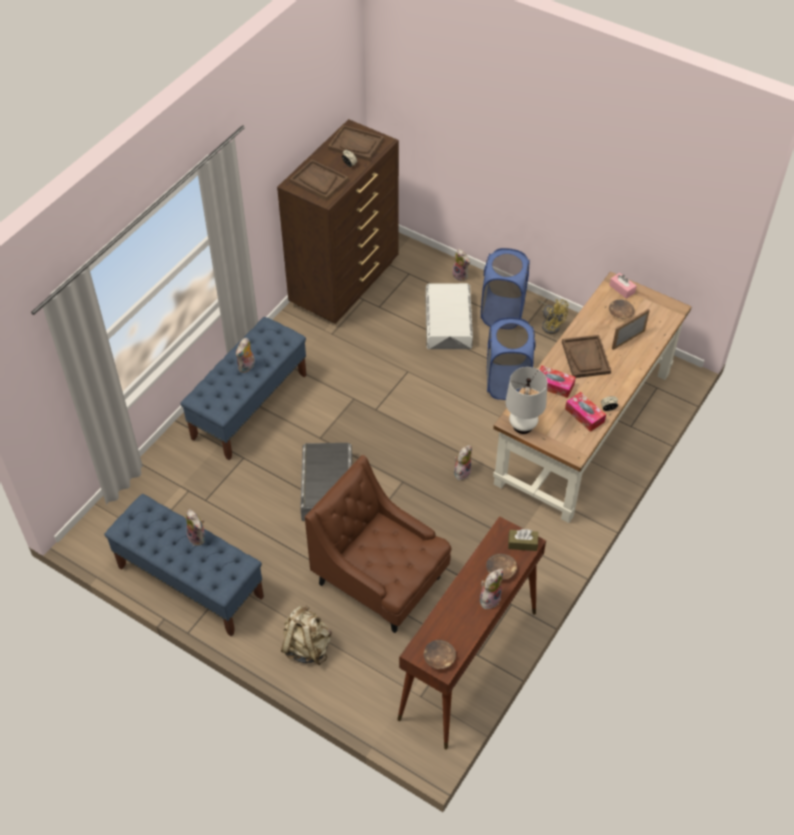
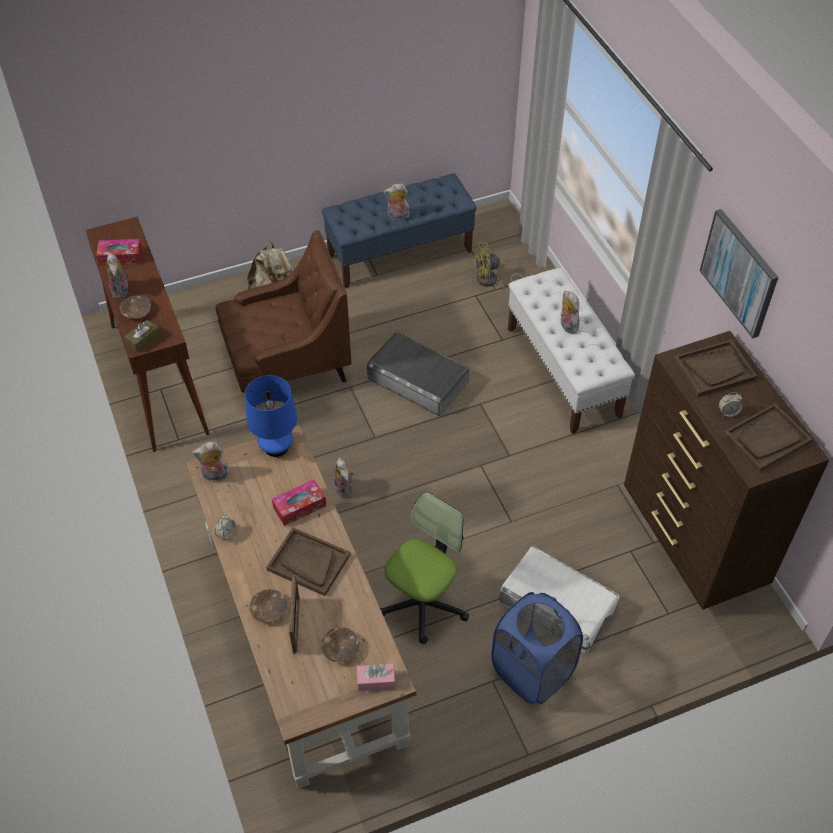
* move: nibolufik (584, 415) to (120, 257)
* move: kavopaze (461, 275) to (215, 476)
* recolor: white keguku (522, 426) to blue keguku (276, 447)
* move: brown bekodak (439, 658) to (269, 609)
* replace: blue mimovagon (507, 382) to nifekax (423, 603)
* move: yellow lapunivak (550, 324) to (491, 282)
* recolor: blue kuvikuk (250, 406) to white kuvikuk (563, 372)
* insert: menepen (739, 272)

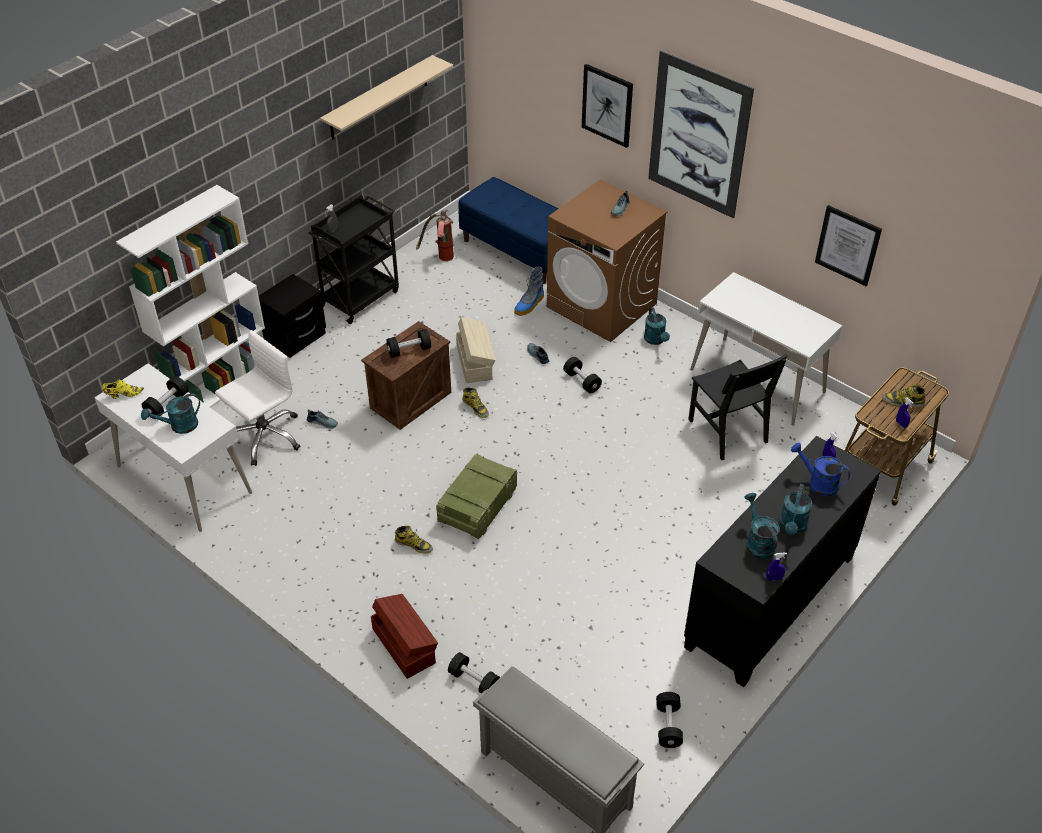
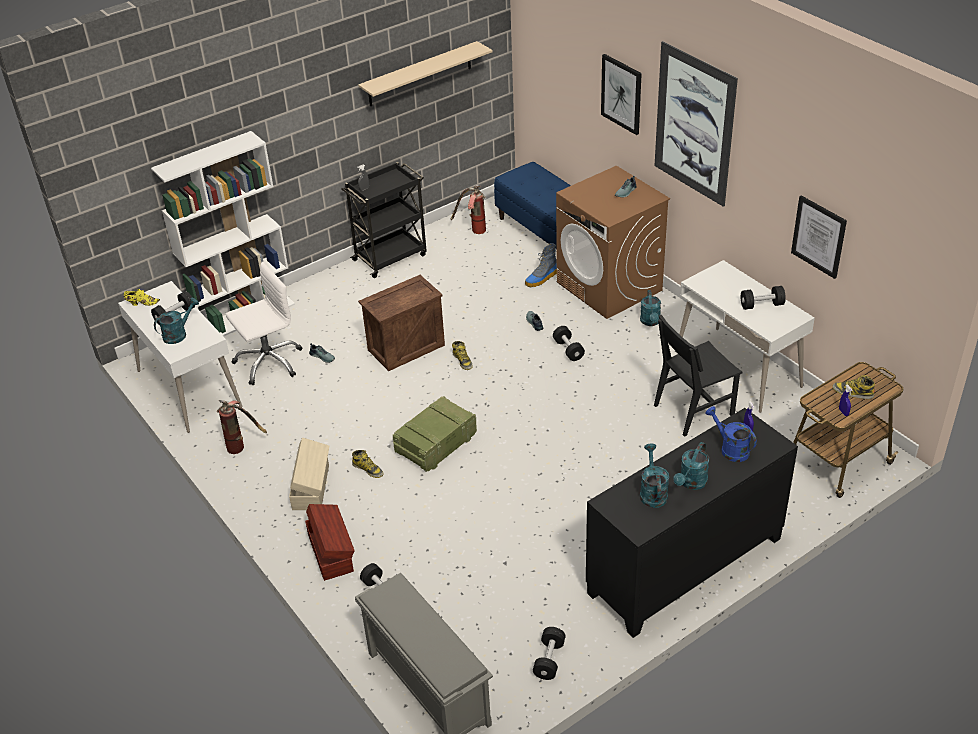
* rotate: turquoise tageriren (179, 426) = (178, 334) 150 degrees clockwise
* insert: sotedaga (242, 445)
* move: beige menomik (475, 361) to (312, 487)
* rotate: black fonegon (727, 431) = (693, 410) 75 degrees clockwise
* move: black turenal (409, 350) to (761, 305)
* delete: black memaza (296, 338)
* delete: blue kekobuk (774, 578)

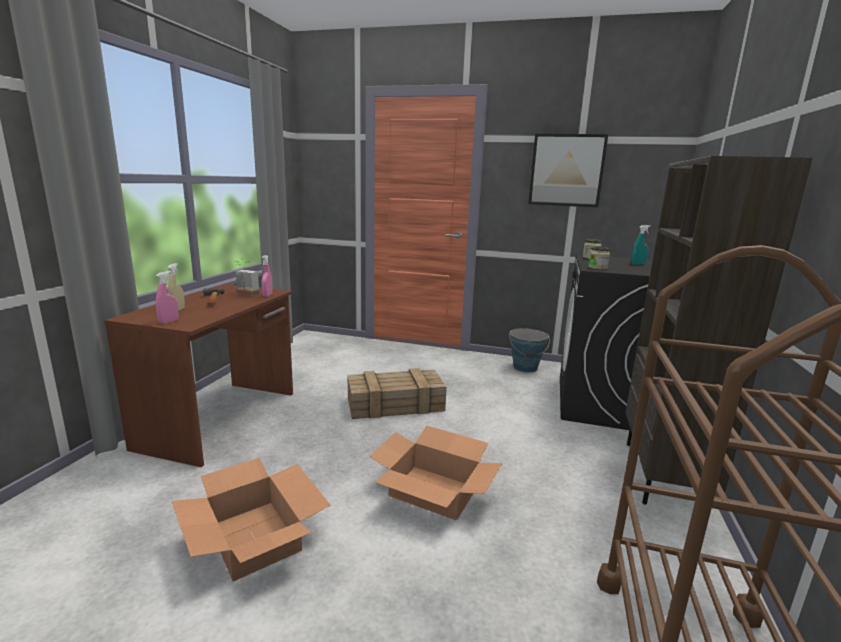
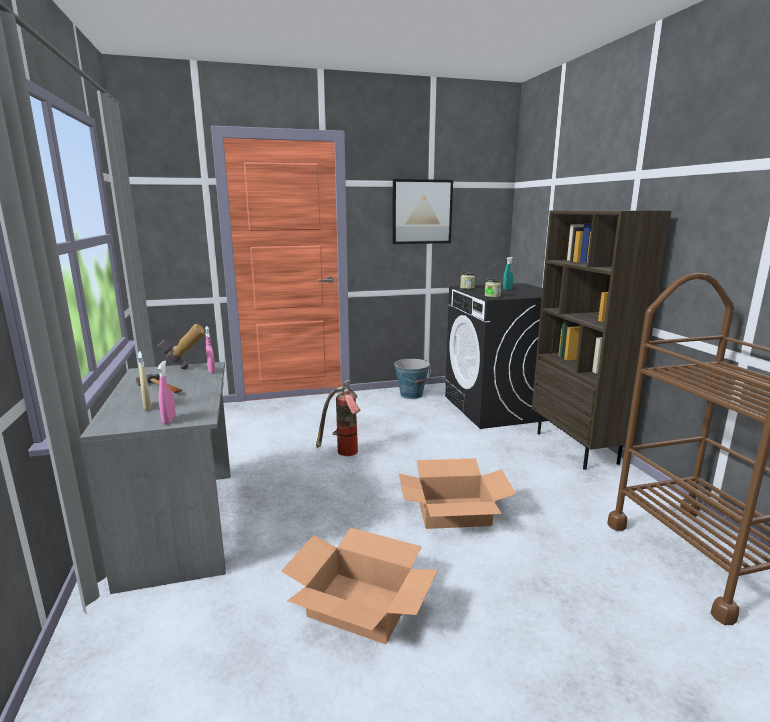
* recolor: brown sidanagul (222, 419) to grey sidanagul (183, 523)
* replace: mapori (245, 294) to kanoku (184, 375)
* replace: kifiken (396, 404) to sotedaga (343, 455)

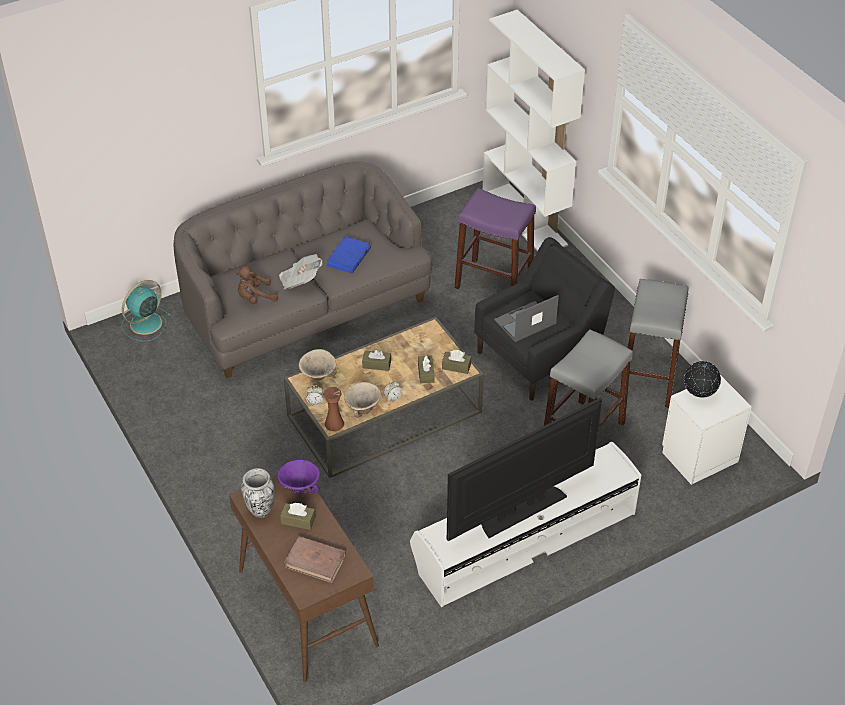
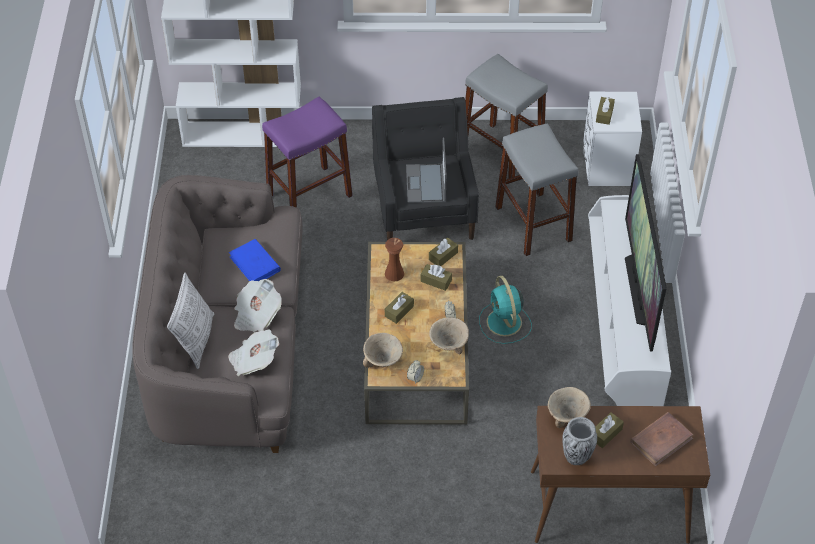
* insert: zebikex (196, 340)
* replace: brown kavopaze (255, 298) to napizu (253, 360)
* move: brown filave (334, 424) to (394, 273)
* move: turquoise lapunivak (144, 324) to (504, 323)
* recolor: purple bekodak (300, 487) to beige bekodak (566, 416)
* replace: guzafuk (699, 395) to brown nibolufik (604, 114)

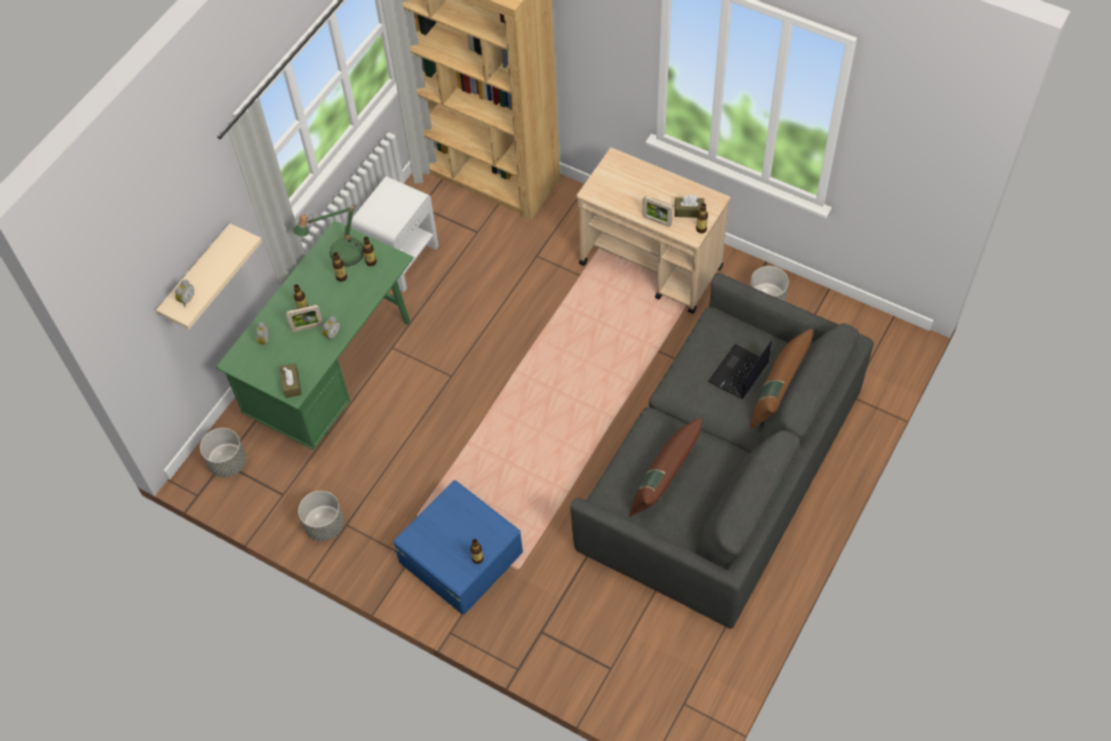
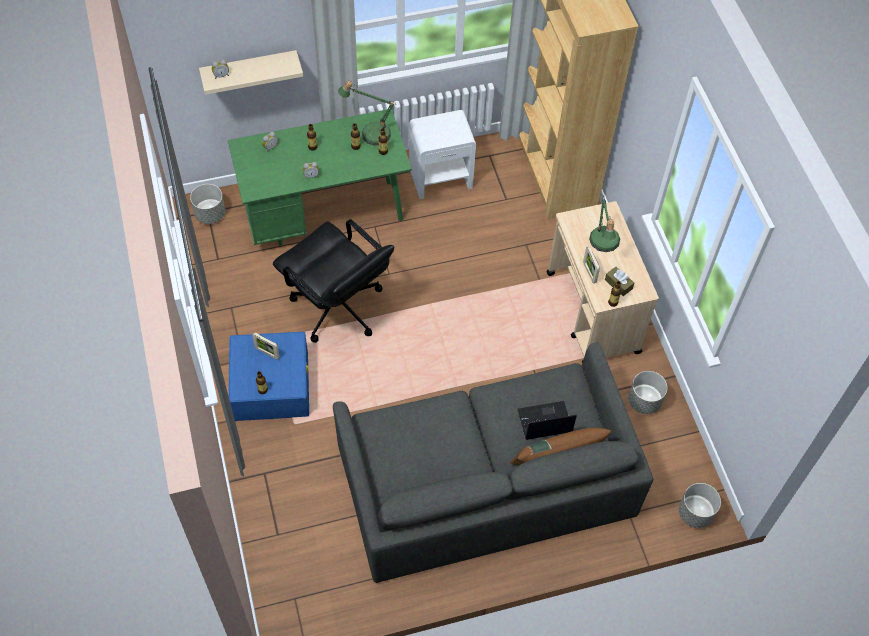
* move: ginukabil (307, 327) to (267, 353)
* insert: black nifekax (337, 308)
* insert: keguku (603, 244)
* move: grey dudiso (325, 526) to (695, 513)
* delete: brown nibolufik (291, 384)
* delete: brown zebikex (664, 480)

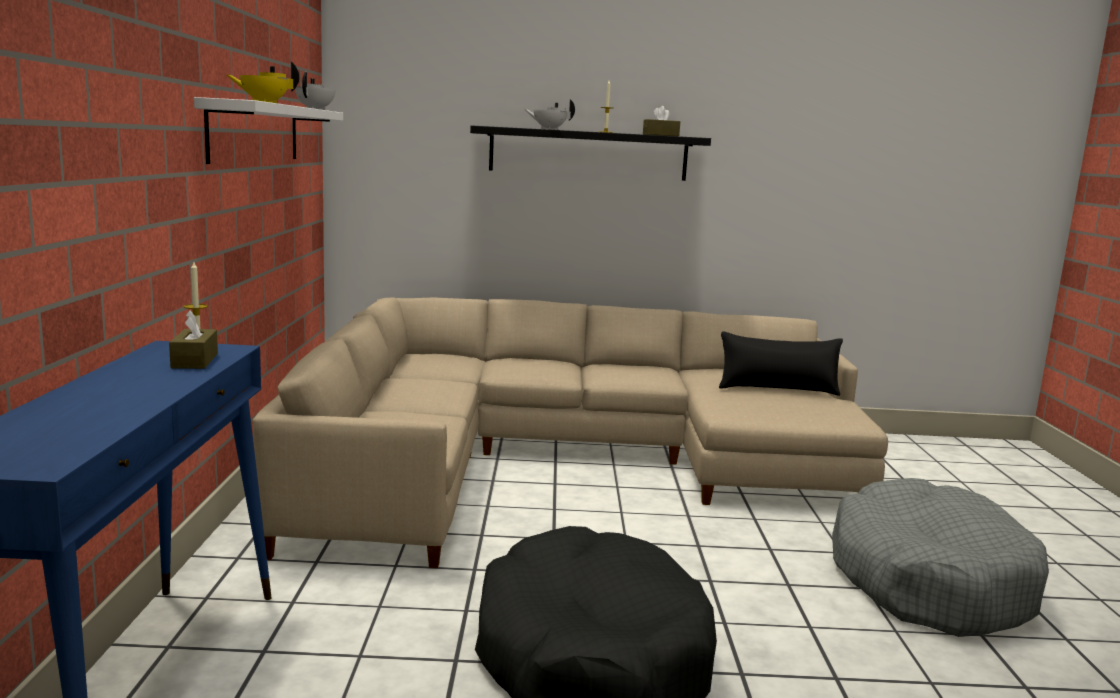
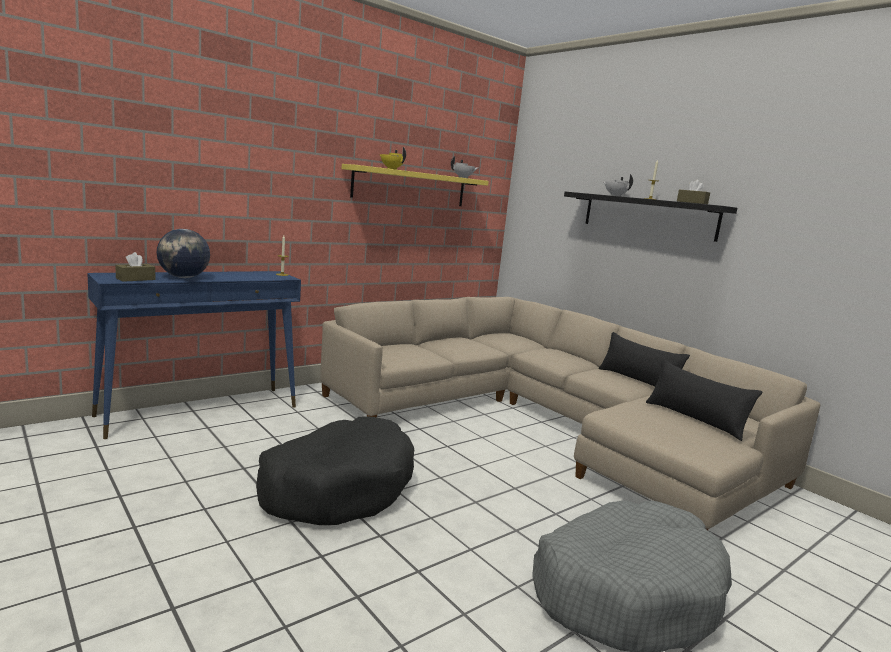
* move: brown nibolufik (195, 361) to (135, 279)
* insert: guzafuk (184, 277)
* recolor: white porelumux (255, 133) to yellow porelumux (410, 187)
* insert: black zebikex (637, 381)

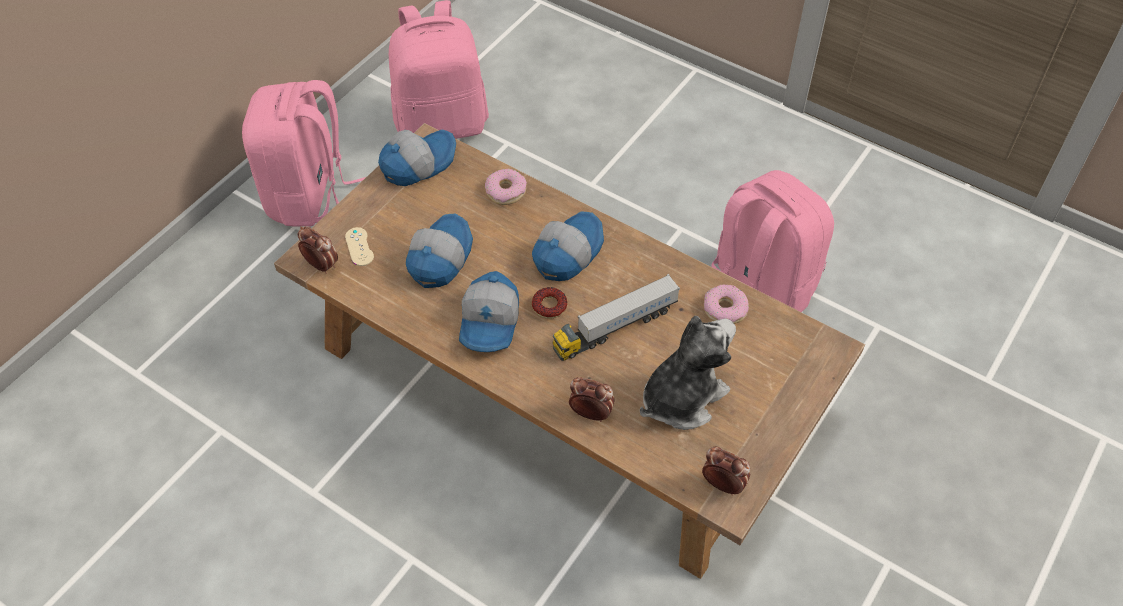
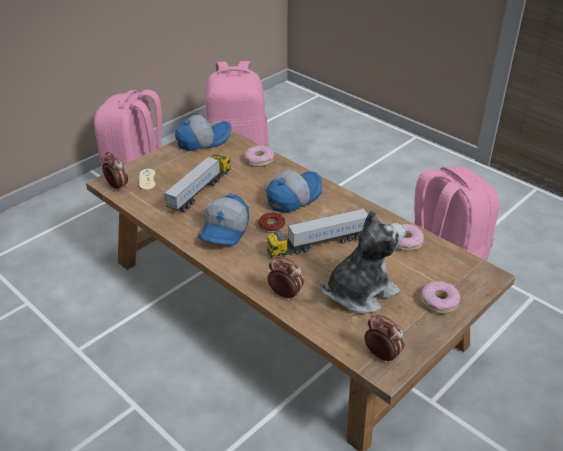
* replace: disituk (439, 258) to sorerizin (200, 191)
* insert: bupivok (439, 301)

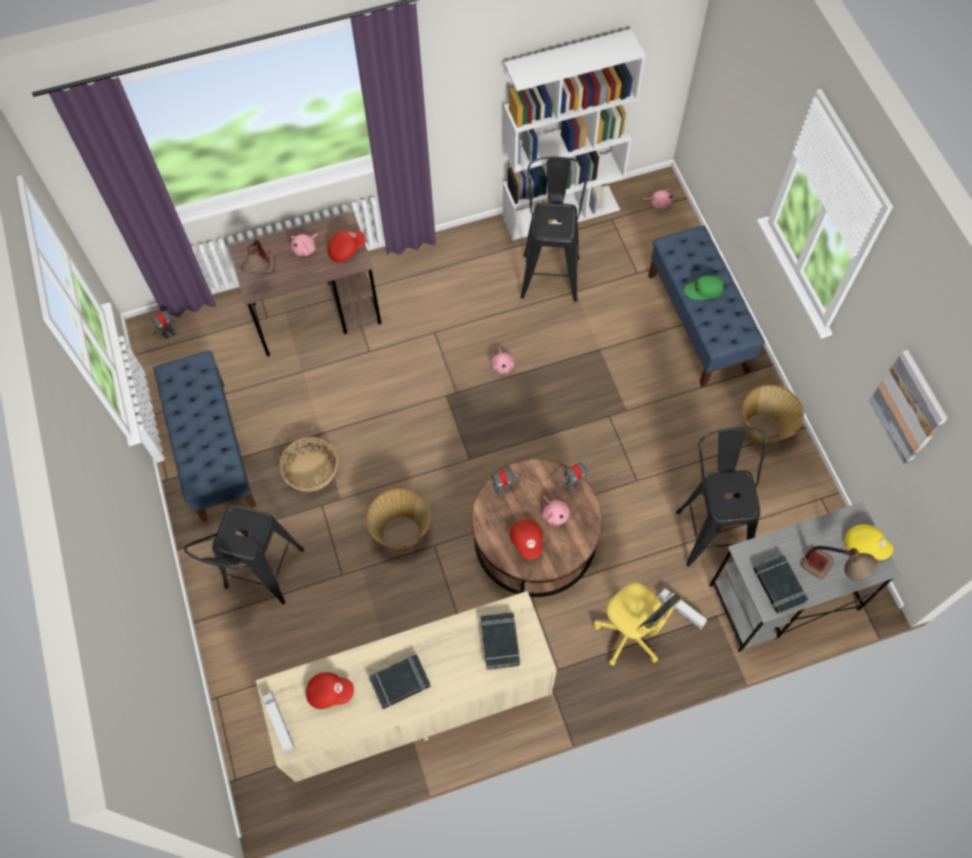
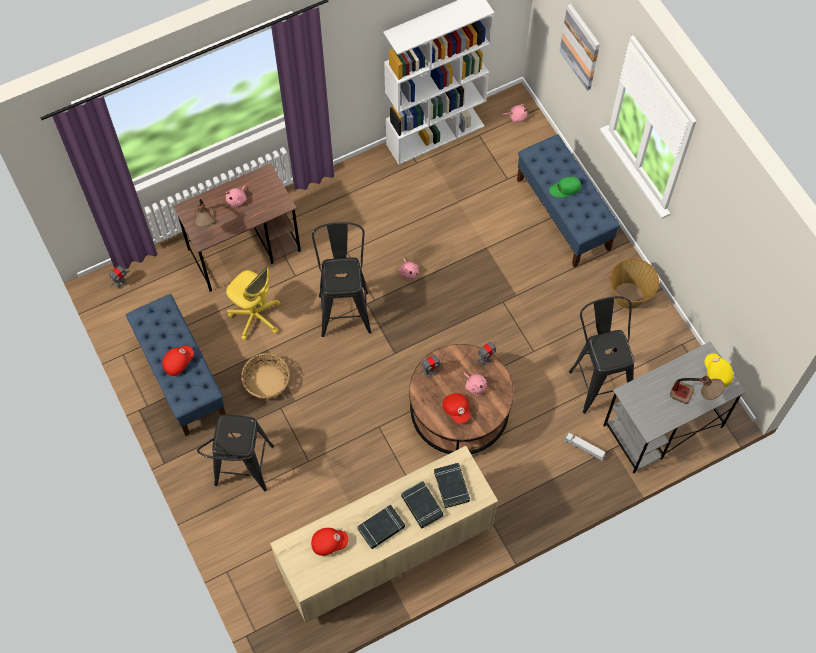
* move: red disituk (346, 249) to (178, 362)
* move: yellow nifekax (629, 634) to (256, 317)
* move: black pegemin (551, 271) to (345, 307)
* move: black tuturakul (778, 585) to (421, 506)
* move: menepen (908, 408) to (580, 47)
* rotate: yellow disituk (865, 545) = (716, 373) 135 degrees counterclockwise
* delete: sorerizin (279, 723)
* delete: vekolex (401, 533)

